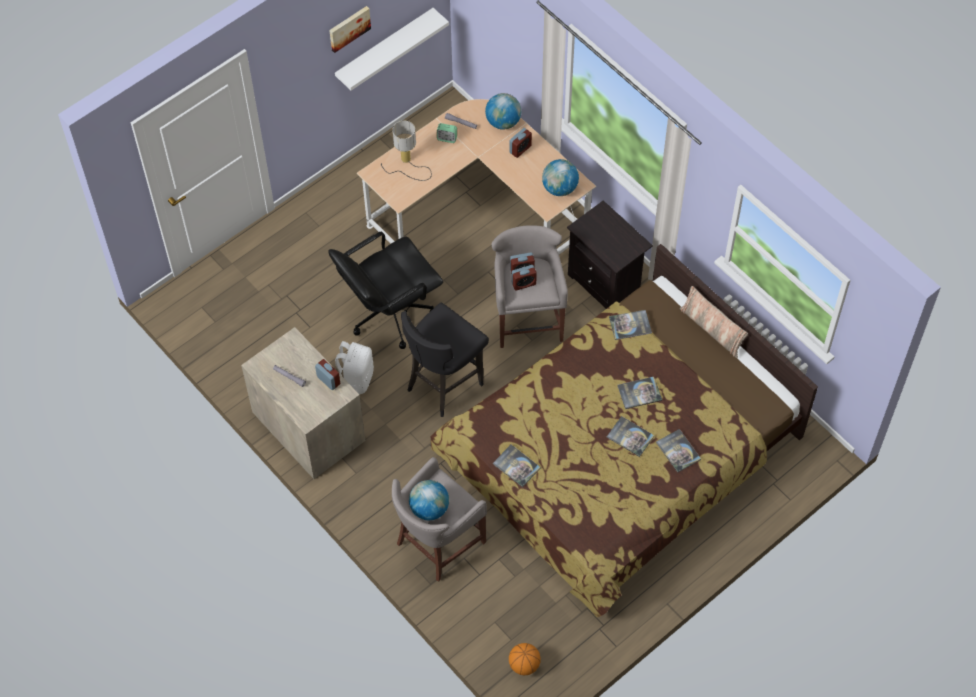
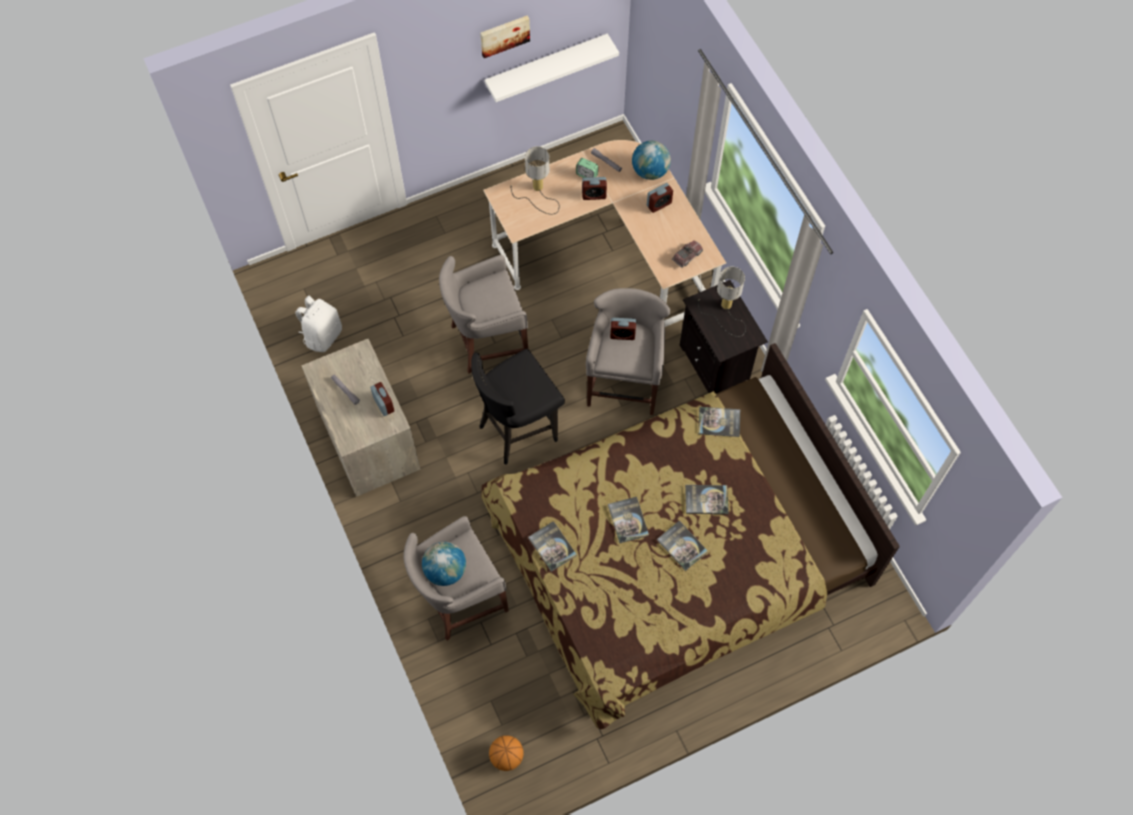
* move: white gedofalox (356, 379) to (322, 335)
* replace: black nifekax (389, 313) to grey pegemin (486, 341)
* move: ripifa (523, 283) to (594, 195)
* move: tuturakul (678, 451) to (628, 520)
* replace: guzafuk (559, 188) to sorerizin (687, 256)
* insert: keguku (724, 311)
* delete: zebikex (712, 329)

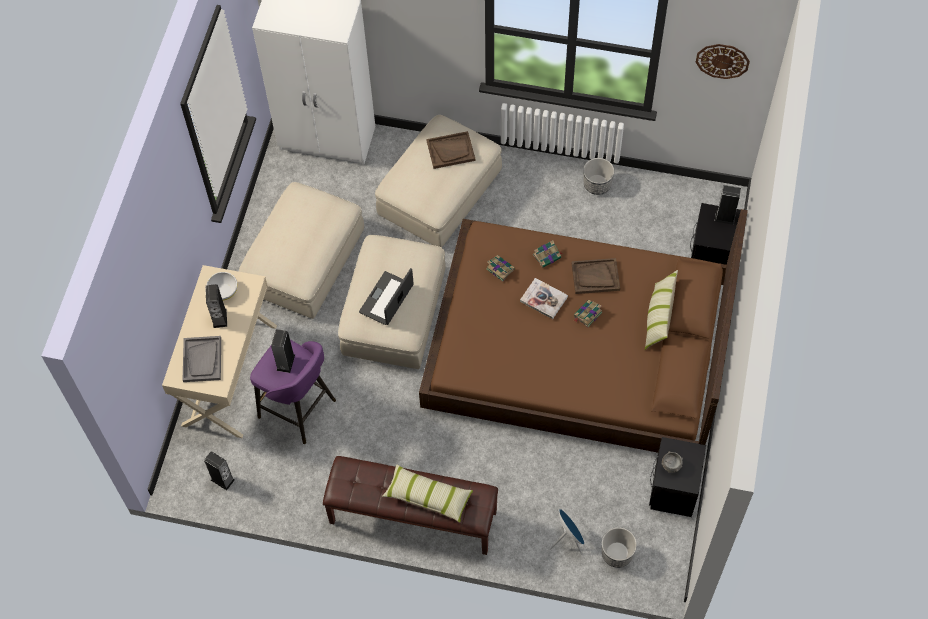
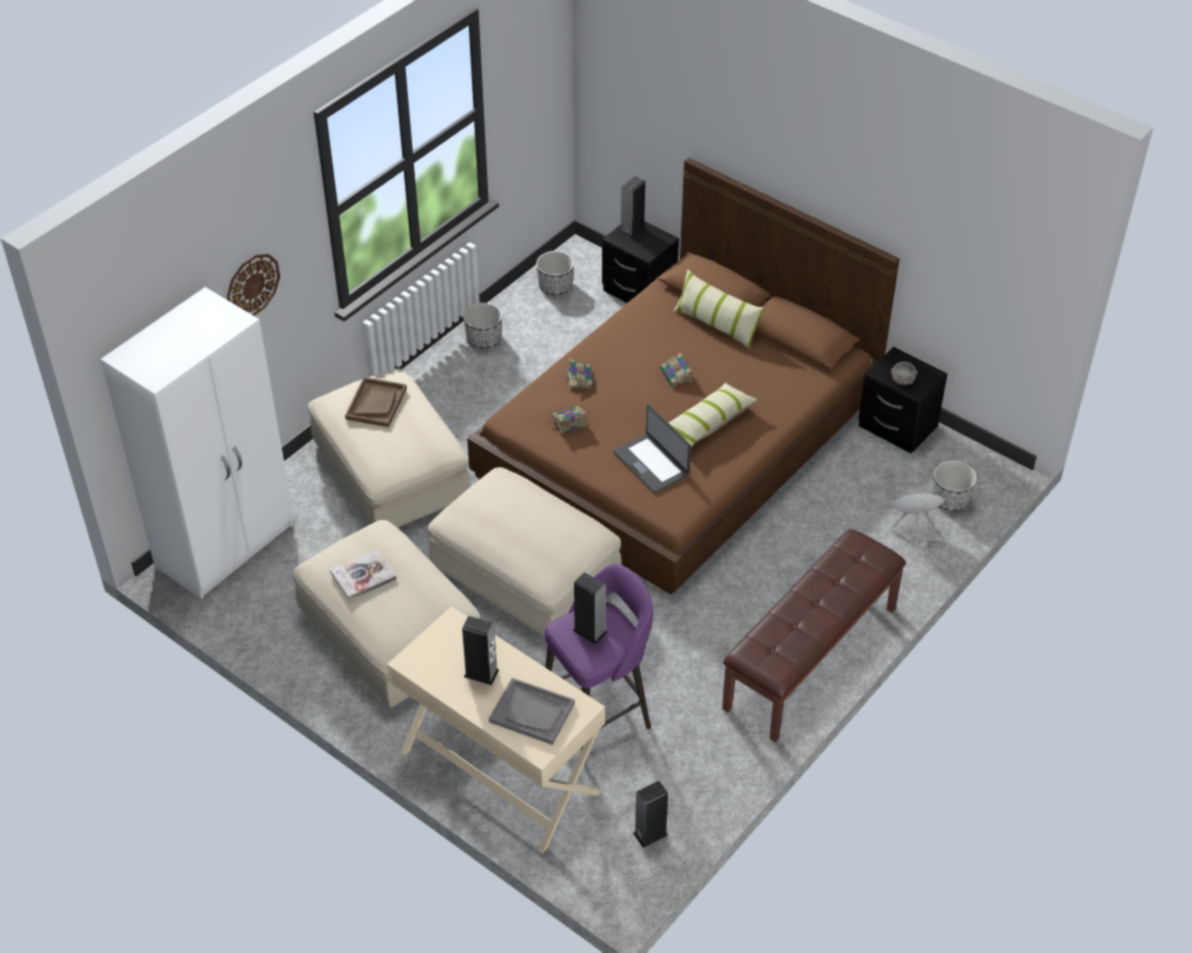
* move: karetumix (722, 60) to (252, 285)
* move: tuturakul (543, 299) to (363, 576)
* insert: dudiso (555, 286)
* move: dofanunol (387, 299) to (652, 463)
* move: zebikex (428, 497) to (707, 423)
* delete: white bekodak (223, 291)
* delete: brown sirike (595, 277)

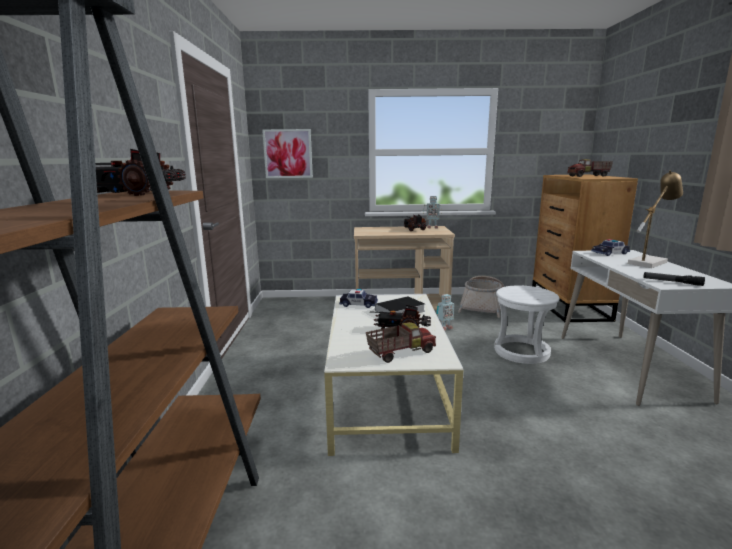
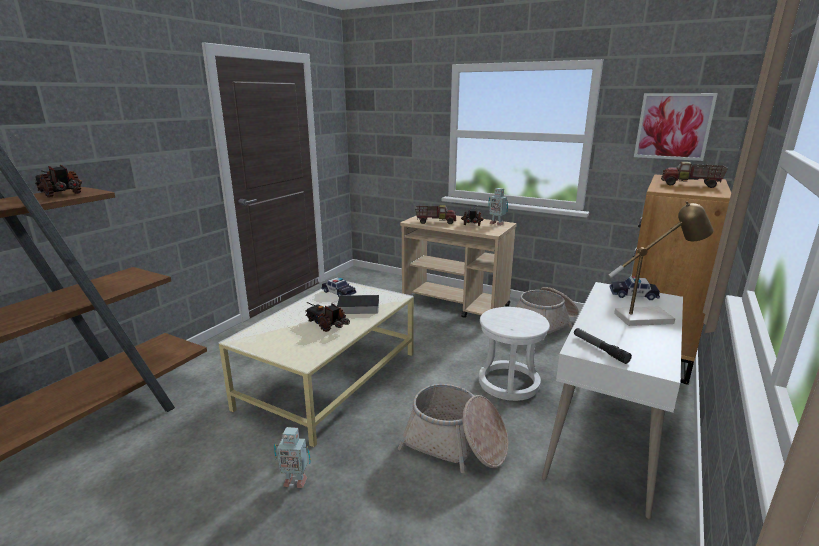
* move: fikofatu (444, 328) to (295, 480)
* insert: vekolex (455, 444)
* move: sorerizin (400, 353) to (435, 222)
* move: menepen (288, 154) to (673, 126)

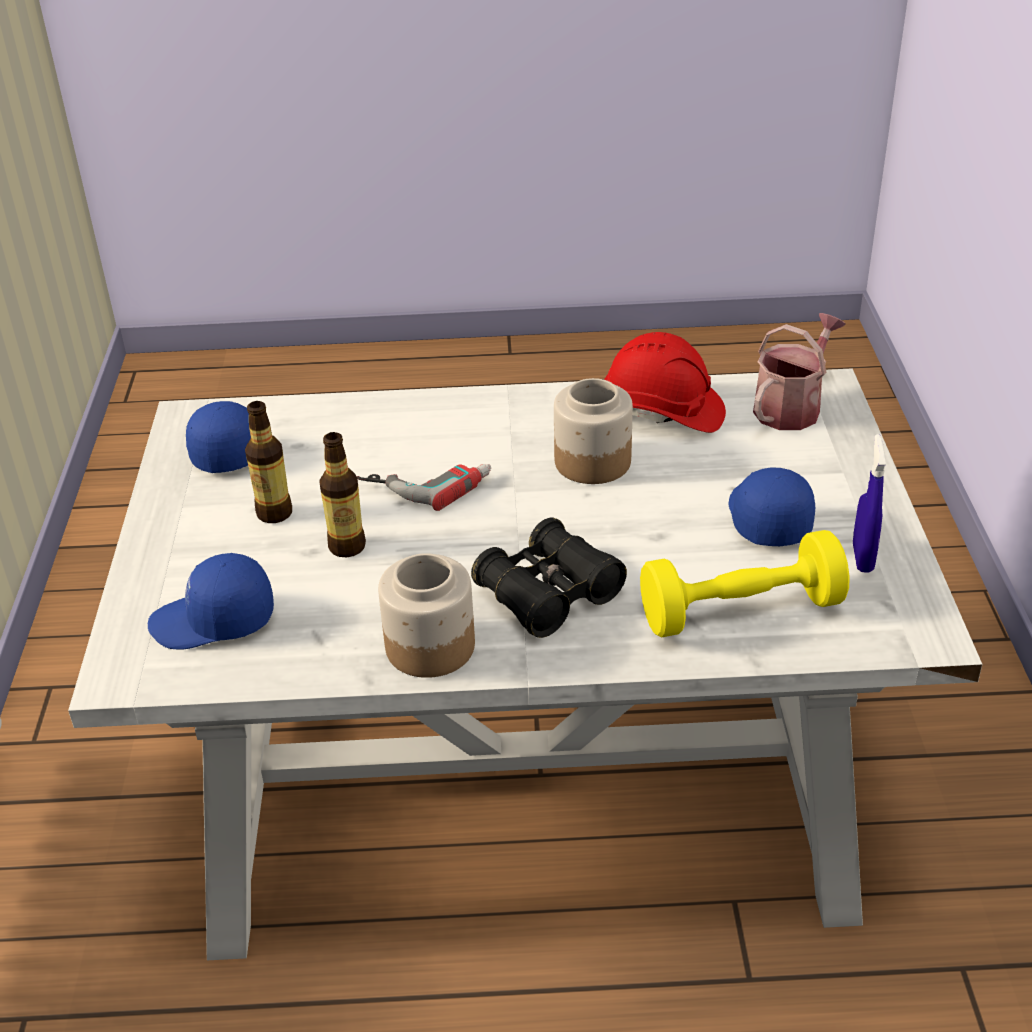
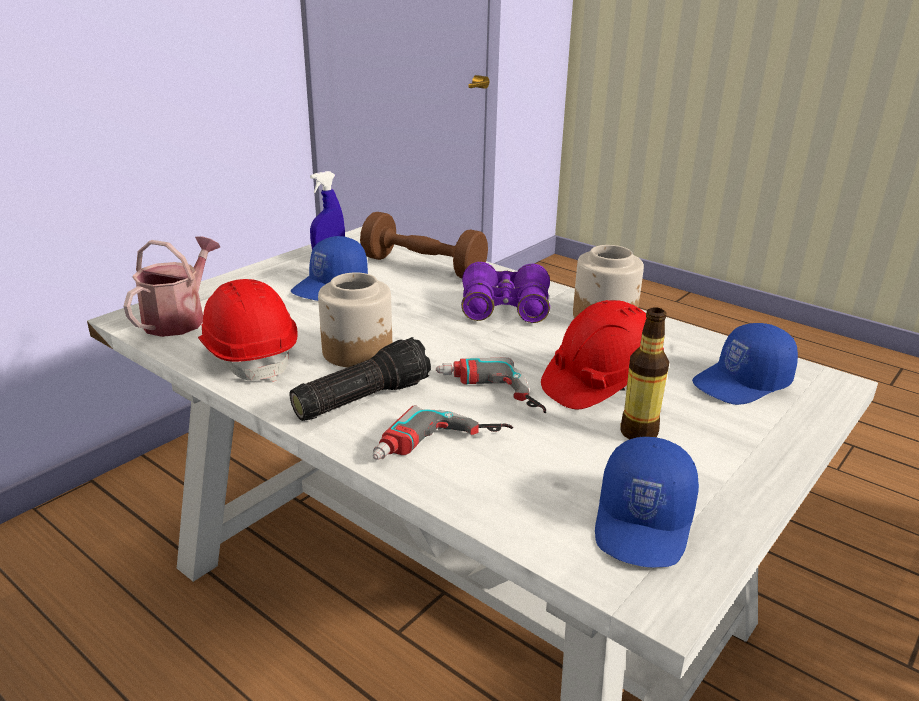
* rotate: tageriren (791, 407) = (179, 319) 120 degrees clockwise
* insert: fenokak (362, 397)
* recolor: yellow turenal (741, 611) to brown turenal (423, 267)
* insert: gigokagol (441, 449)
* recolor: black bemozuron (548, 594) to purple bemozuron (505, 308)
* replace: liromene (347, 546) to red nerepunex (601, 383)
* rotate: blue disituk (213, 621) = (742, 383) 120 degrees clockwise

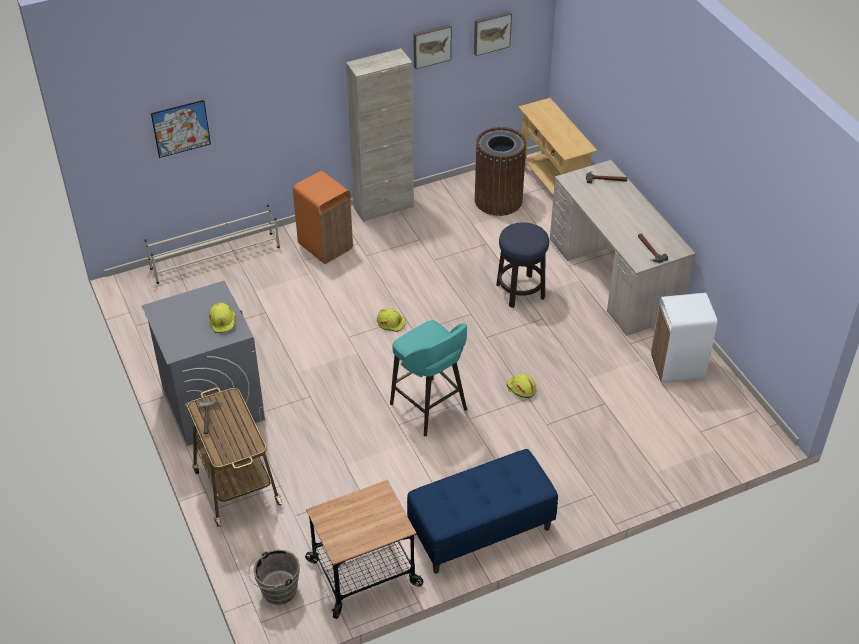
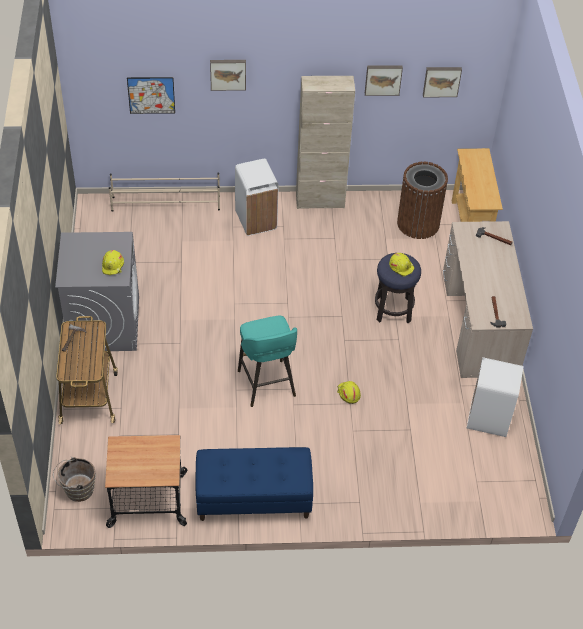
* insert: menepen (228, 73)
* recolor: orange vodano (325, 246) to white vodano (256, 220)
* move: yellow nerepunex (391, 322) to (401, 267)

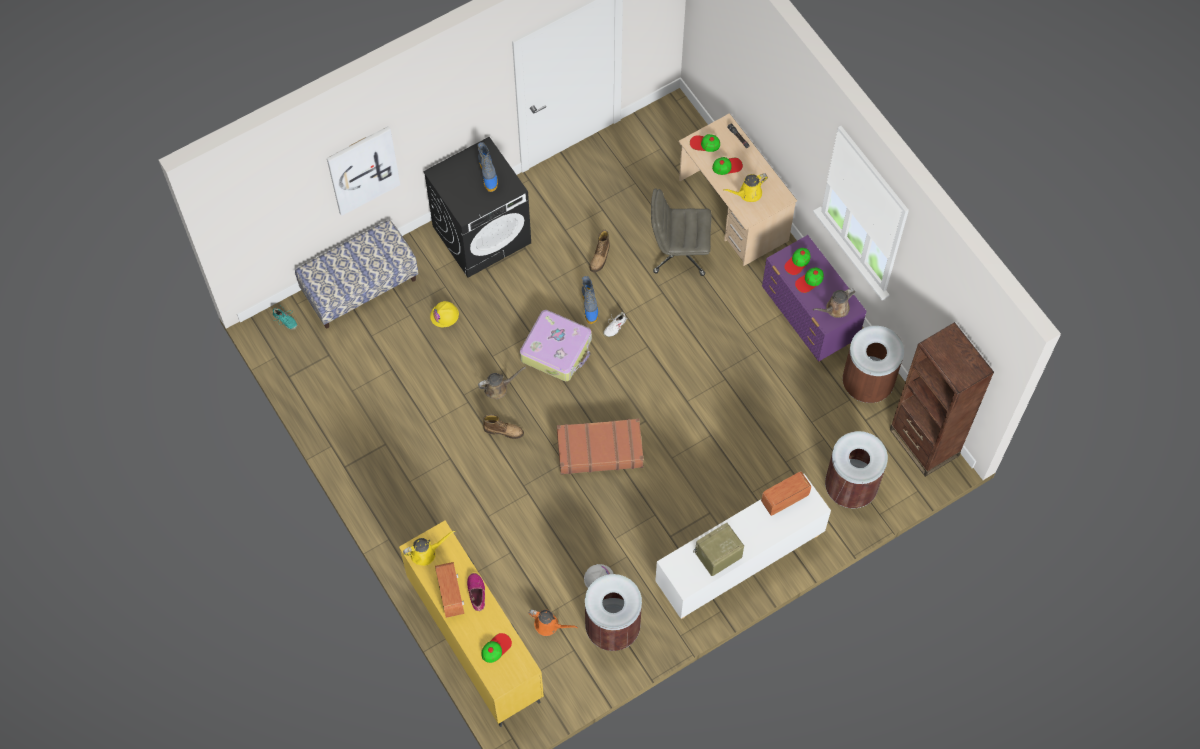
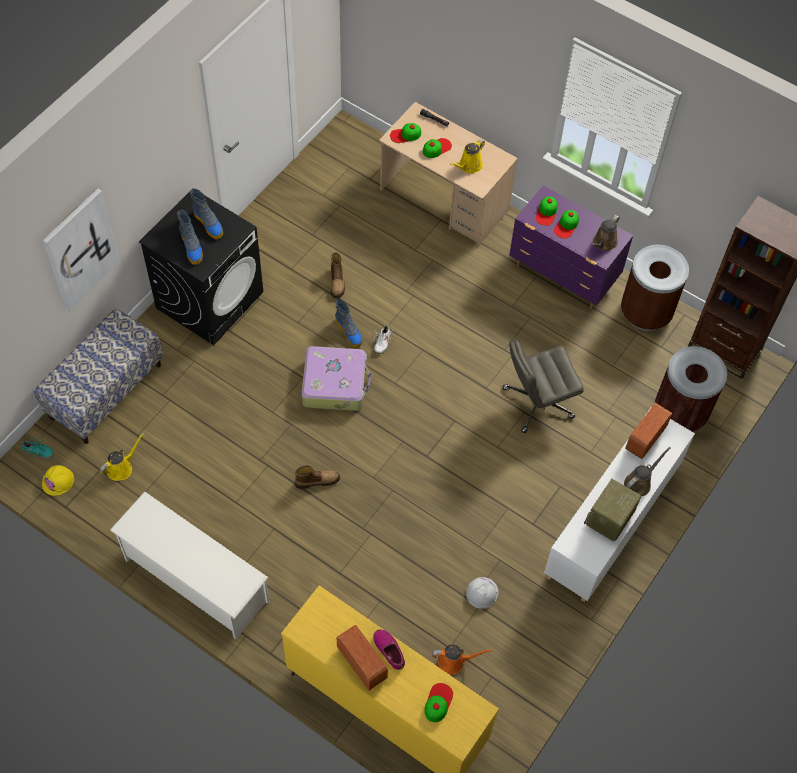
* move: yellow nerepunex (444, 315) to (58, 481)
* move: yellow tageriren (426, 553) to (121, 467)
* insert: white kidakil (195, 580)
* insert: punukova (192, 248)
* move: grey nifekax (679, 252) to (537, 403)
* move: brown tageriren (498, 388) to (639, 483)
* delete: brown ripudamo (599, 450)
* delete: brown vodano (612, 627)

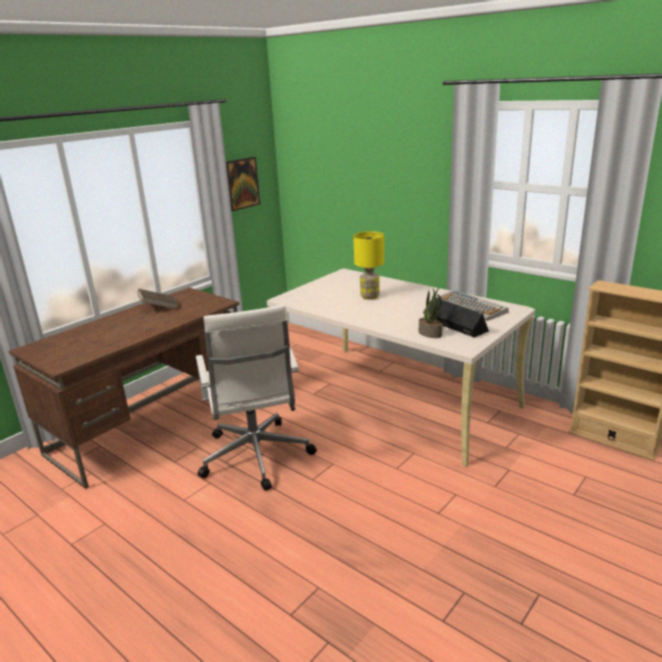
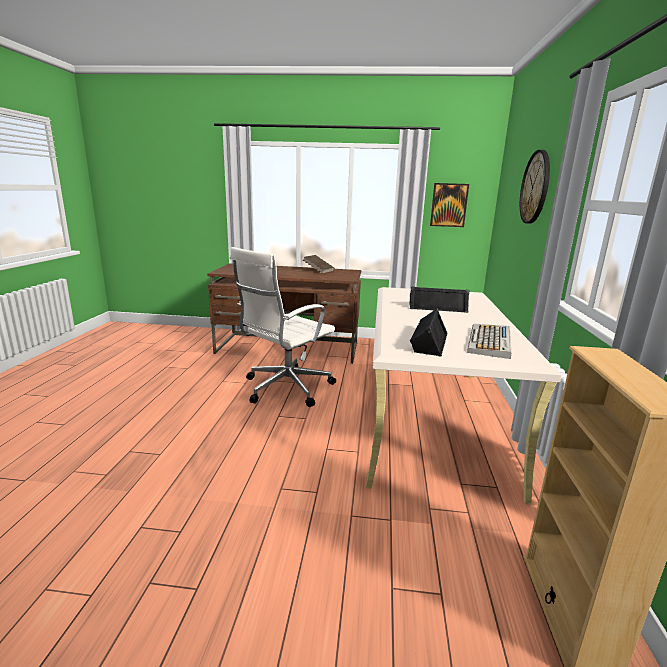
* replace: yellow keguku (369, 296) to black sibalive (437, 307)
* insert: karetumix (535, 187)
* delete: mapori (430, 333)

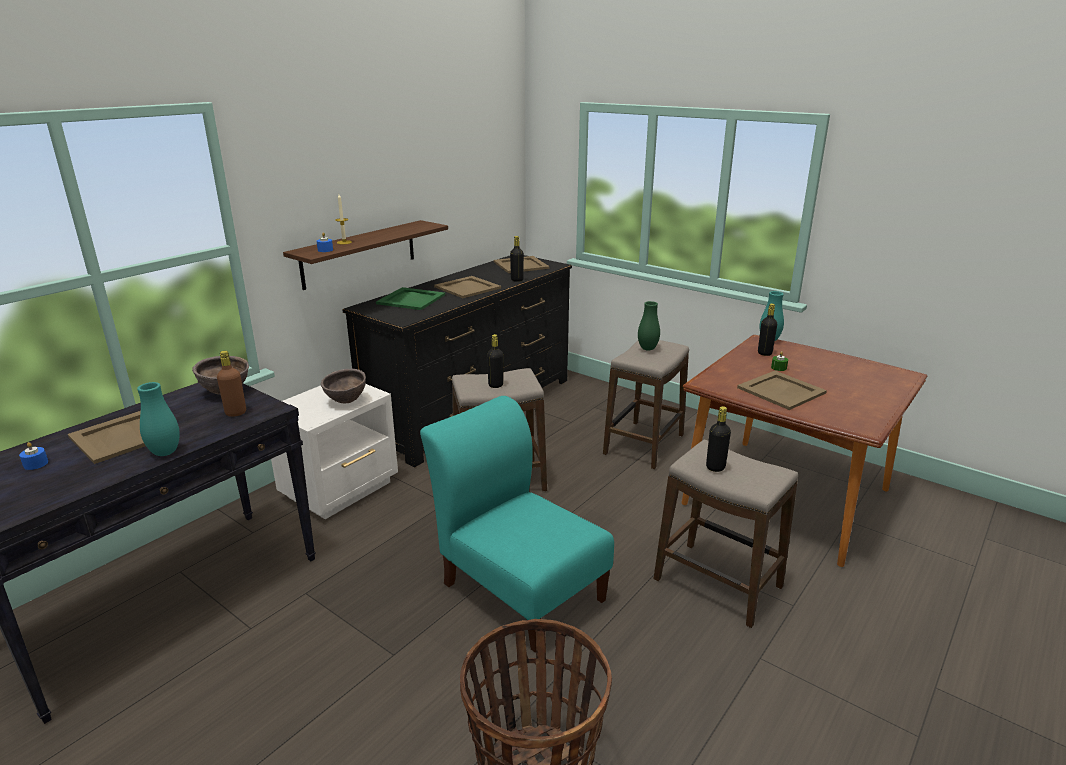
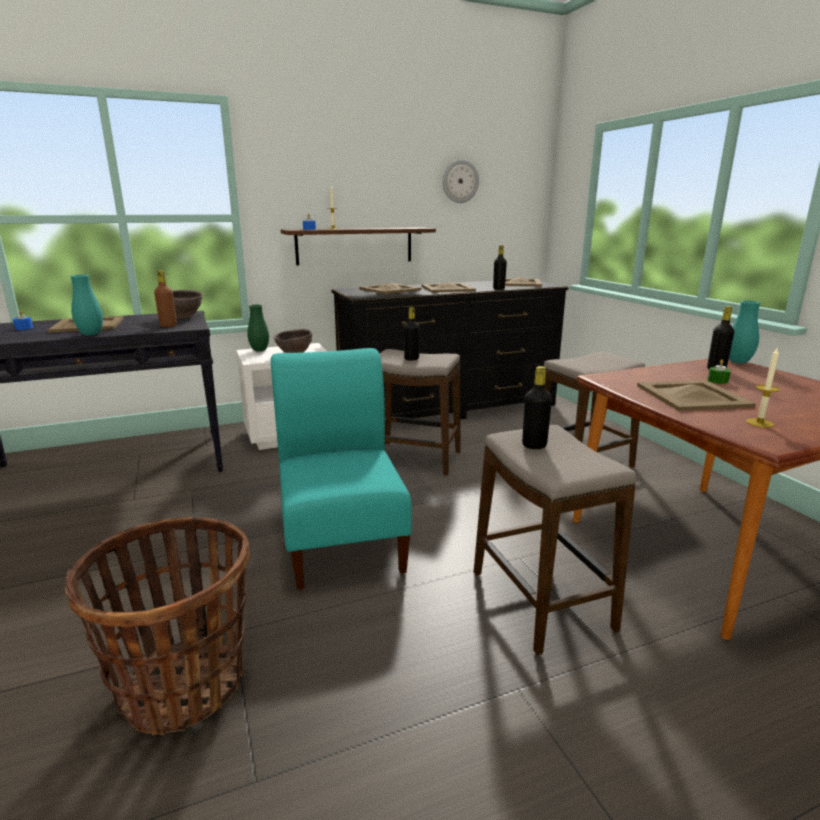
* move: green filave (647, 349) to (259, 350)
* recolor: green sirike (411, 299) to beige sirike (390, 289)
* insert: karetumix (460, 181)
* insert: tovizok (759, 423)

